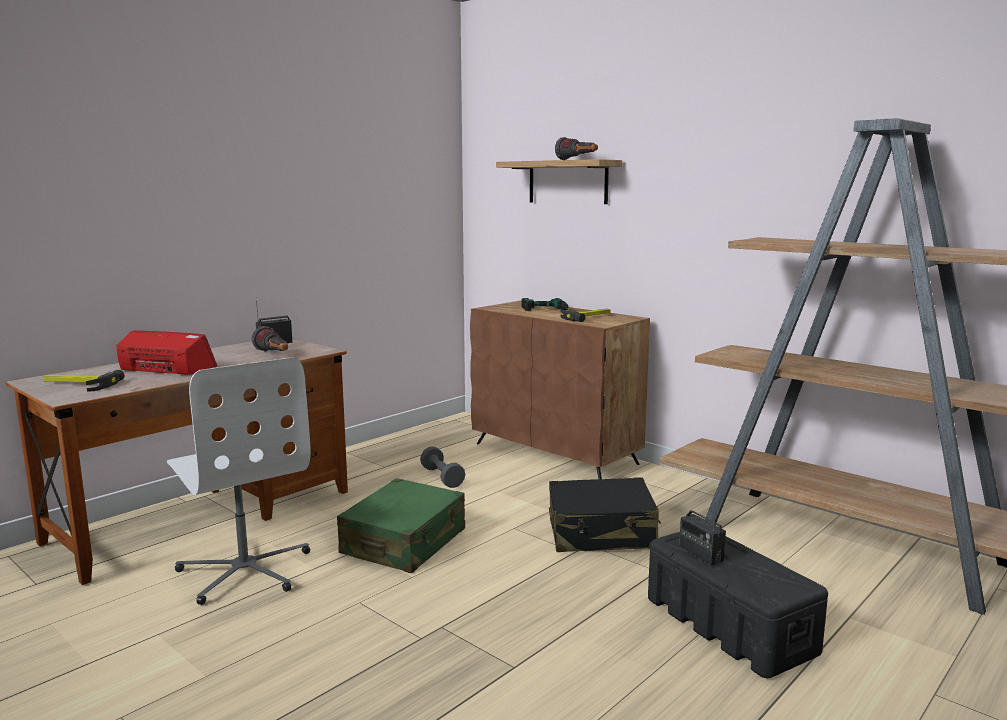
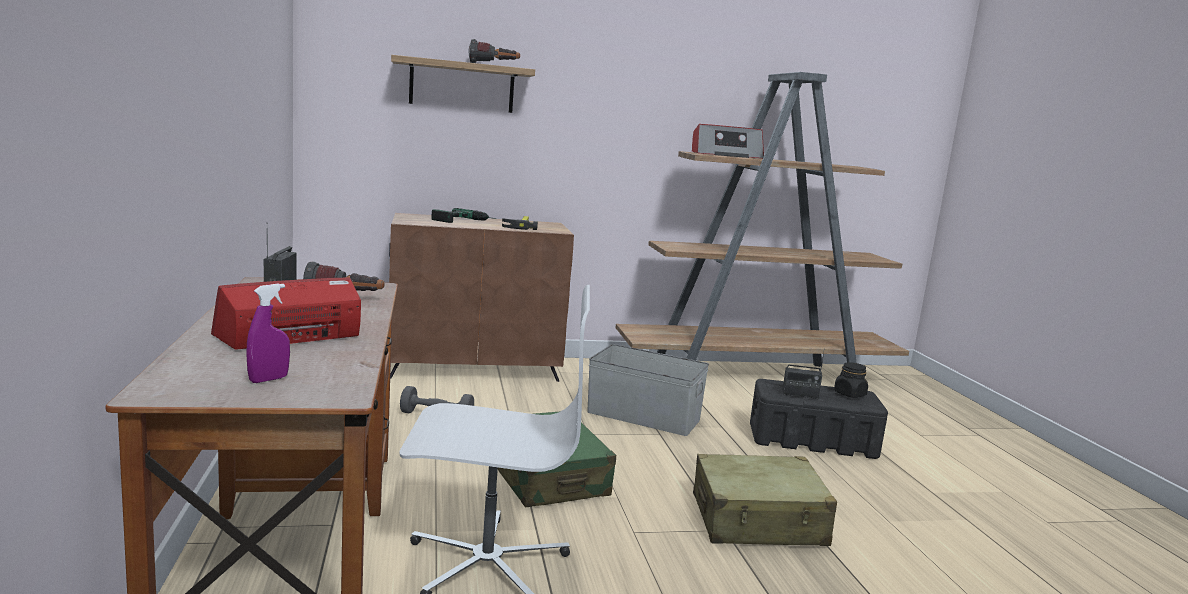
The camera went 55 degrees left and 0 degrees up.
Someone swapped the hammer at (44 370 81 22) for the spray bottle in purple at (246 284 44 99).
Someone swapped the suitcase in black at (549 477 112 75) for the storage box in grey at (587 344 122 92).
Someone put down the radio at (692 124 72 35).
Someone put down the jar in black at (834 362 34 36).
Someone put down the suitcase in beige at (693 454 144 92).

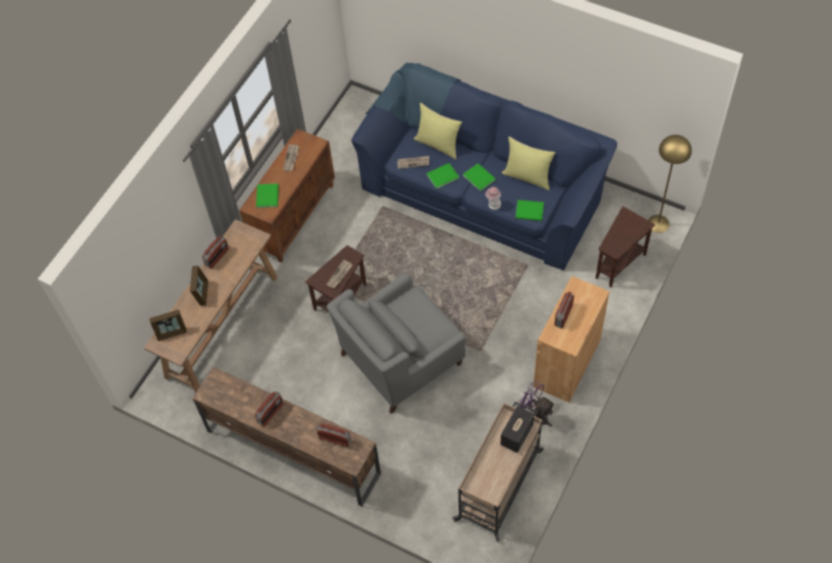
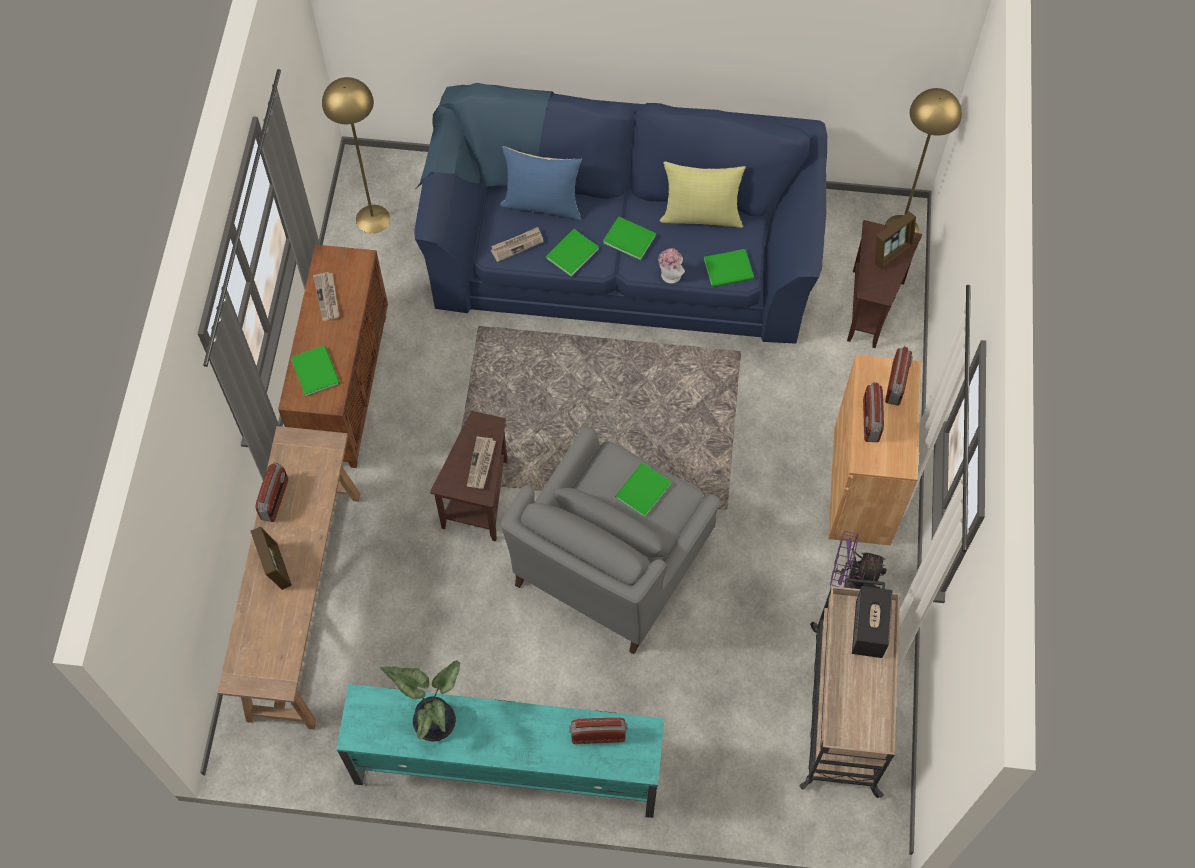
The camera went 25 degrees left and 5 degrees up.
Someone repainted the pillow in yellow at (414 103 48 56), which became the pillow in blue at (500 146 82 74).
Someone carried the picture frame from (150 310 37 31) to (875 212 41 57).
Someone repainted the tv stand in brown at (192 366 189 141), which became the tv stand in turquoise at (336 684 328 134).
Someone carried the radio from (255 391 28 35) to (885 346 28 60).
Someone put down the floor lamp in yellow at (322 77 68 156).
Someone put down the book in green at (615 463 56 54).
Someone put down the potted plant at (380 660 81 81).

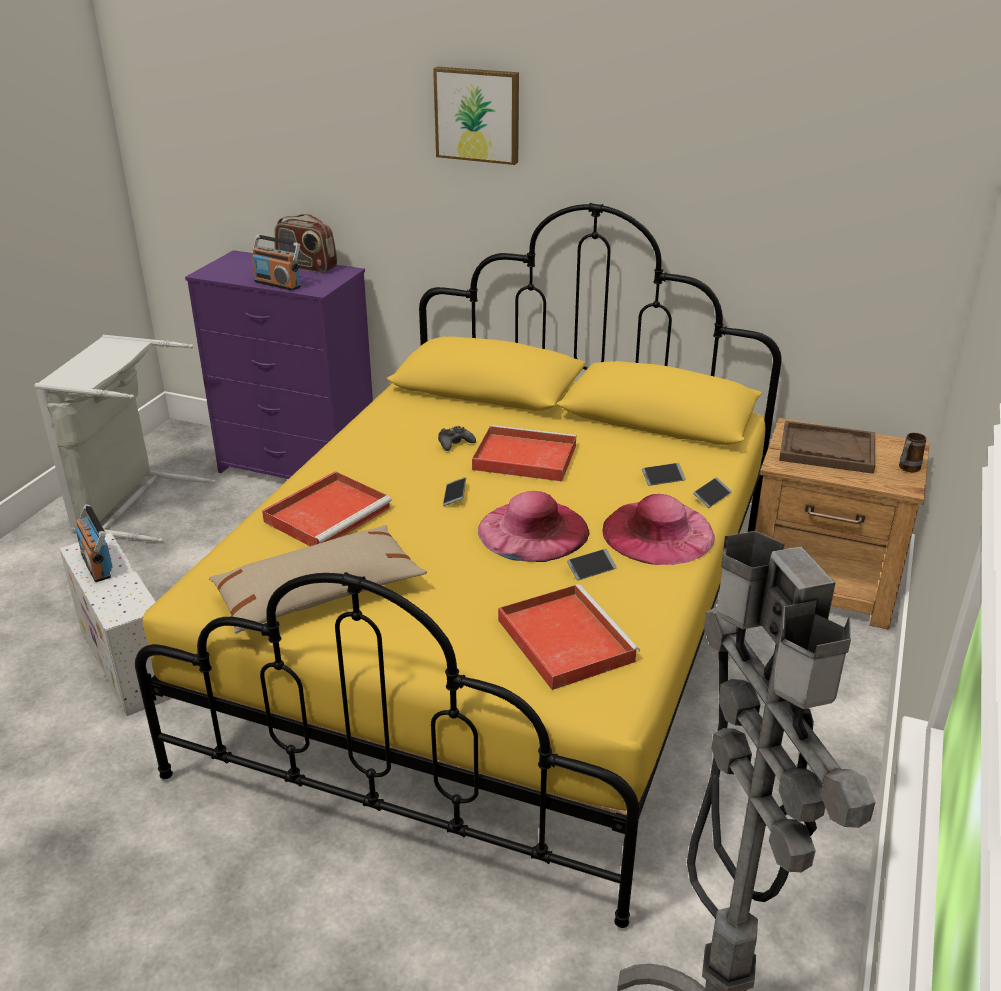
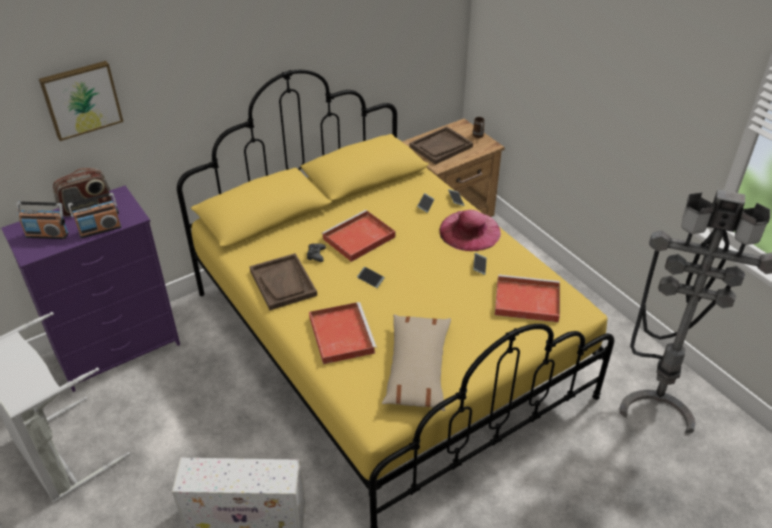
The camera went 55 degrees left and 10 degrees up.
Someone carried the picture from (433 67 86 98) to (39 61 84 80).
Someone took away the hat in pink at (478 491 112 71).
Someone carried the radio from (75 504 38 78) to (17 202 52 37).
Someone put down the tray in brown at (250 253 67 57).

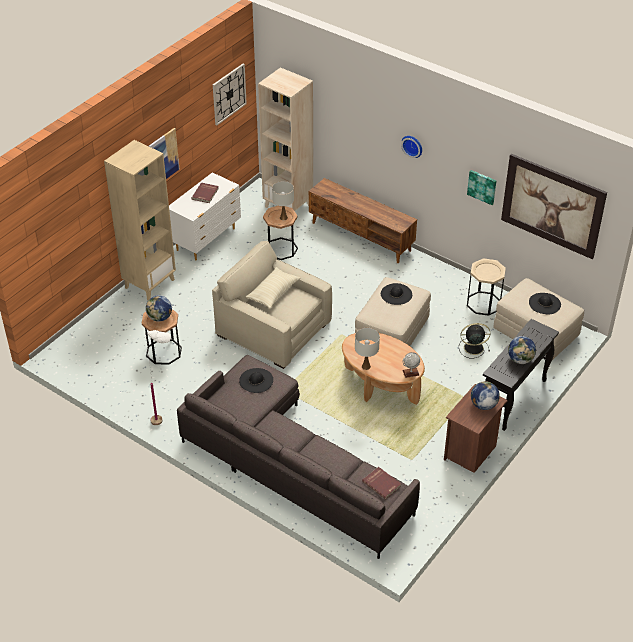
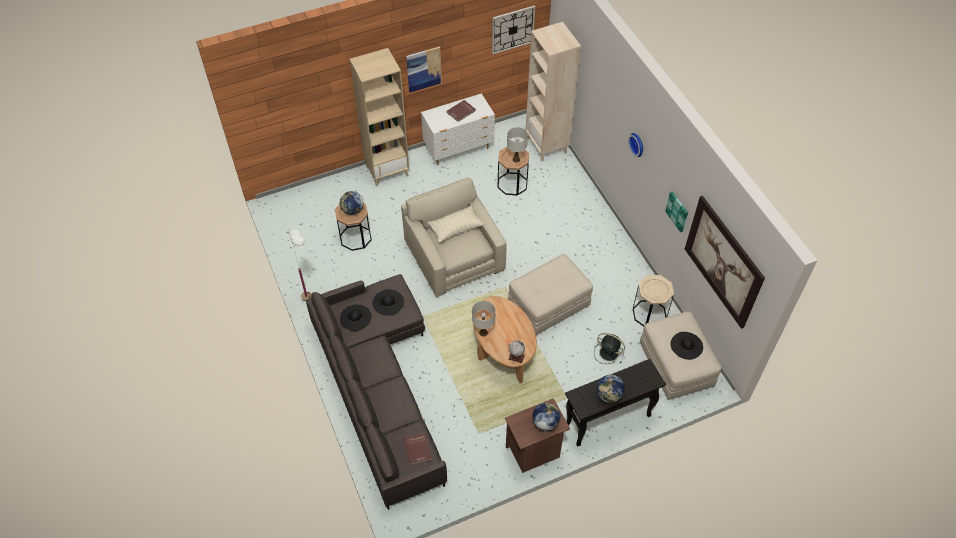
The camera went 30 degrees right and 10 degrees up.
Someone took away the tv stand in brown at (309 178 108 85).
Someone carried the hat in black from (381 283 31 22) to (340 304 32 27).

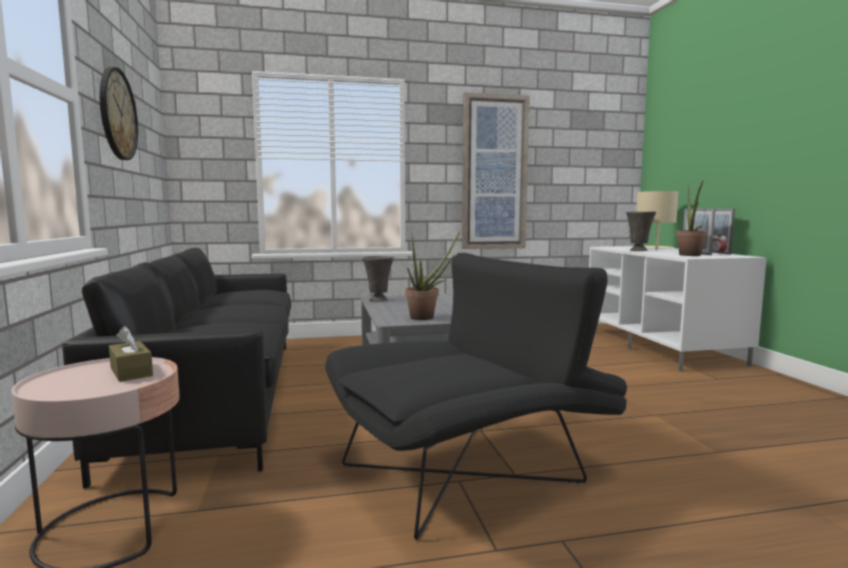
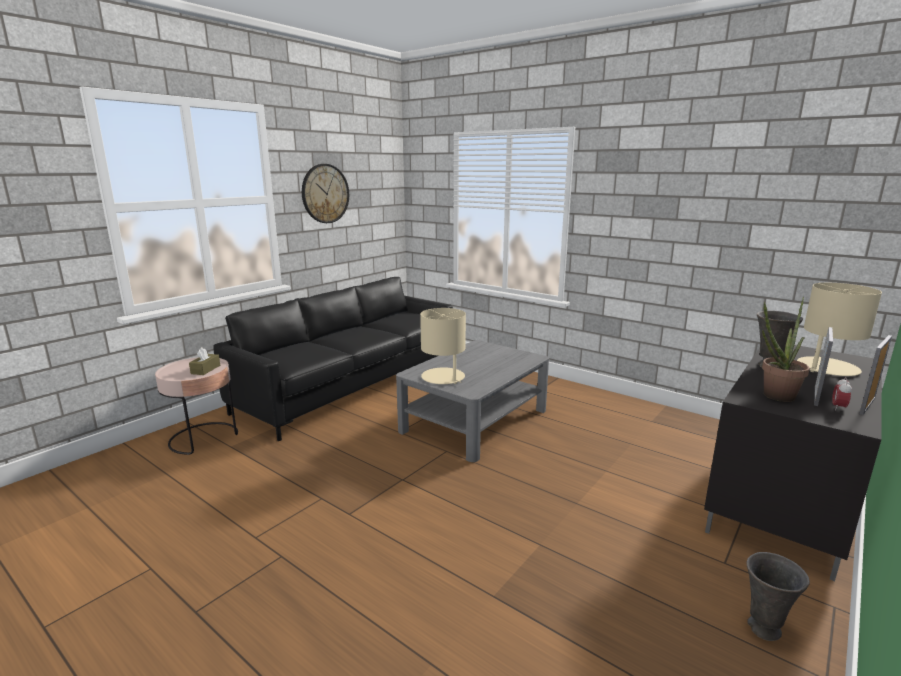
The camera went 50 degrees right and 10 degrees up.
Someone took away the picture at (462 92 68 157).
Someone swapped the potted plant at (405 230 55 90) for the table lamp in beige at (420 308 46 76).
Someone repainted the tv stand in white at (589 246 178 126), which became the tv stand in black at (704 345 178 236).
Someone took away the armchair in black at (325 253 302 287).
Someone carried the vase in grey from (362 256 32 46) to (746 552 64 89).

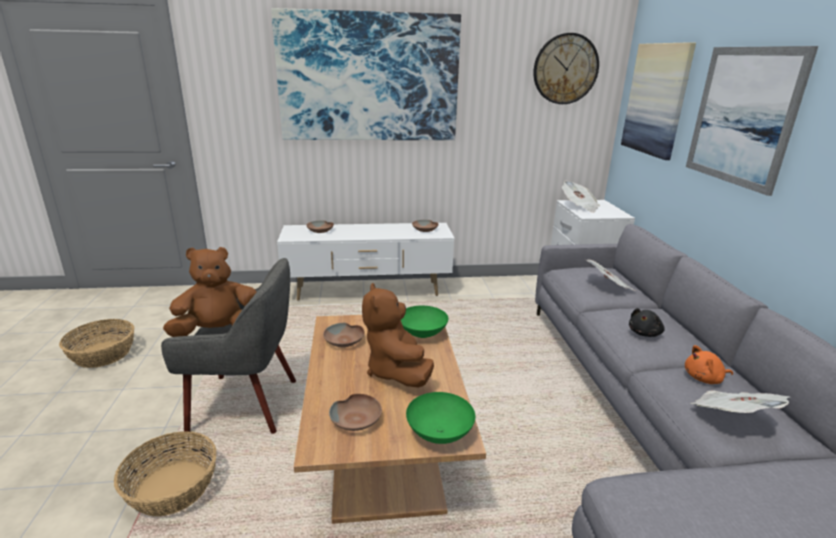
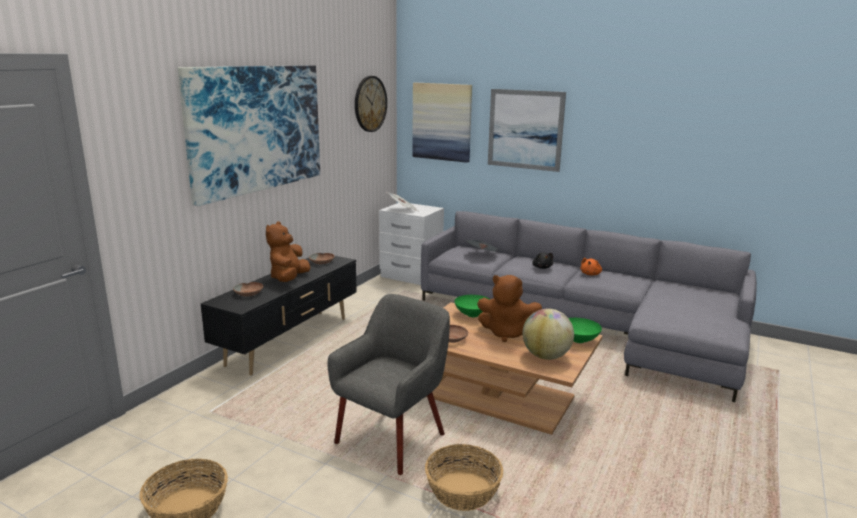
The camera went 55 degrees left and 5 degrees down.
Someone repainted the tv stand in white at (277 223 178 78), which became the tv stand in black at (201 253 156 123).
Someone carried the plush toy in brown from (163 247 93 90) to (266 222 44 60).
Someone took away the newspaper at (690 390 100 23).
Someone swapped the bowl in brown at (329 394 53 37) for the globe at (523 309 51 51).

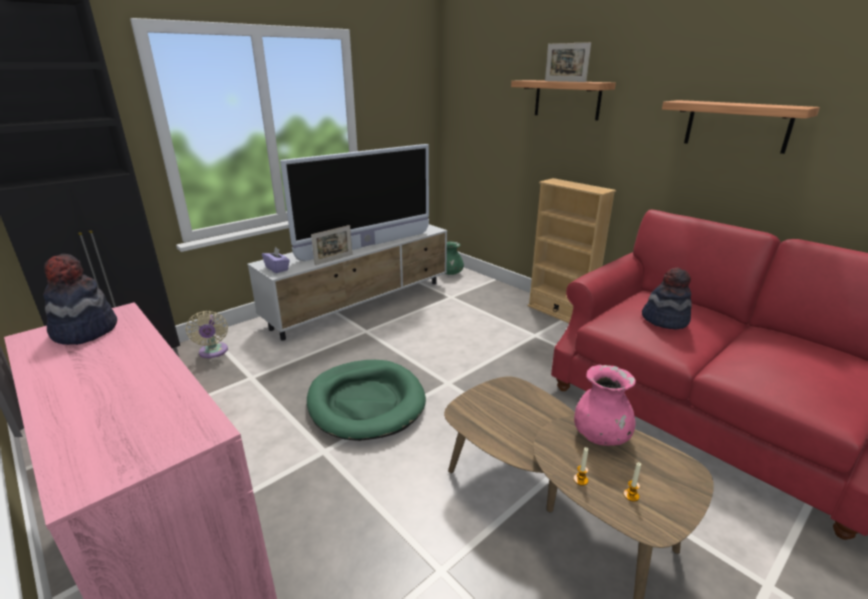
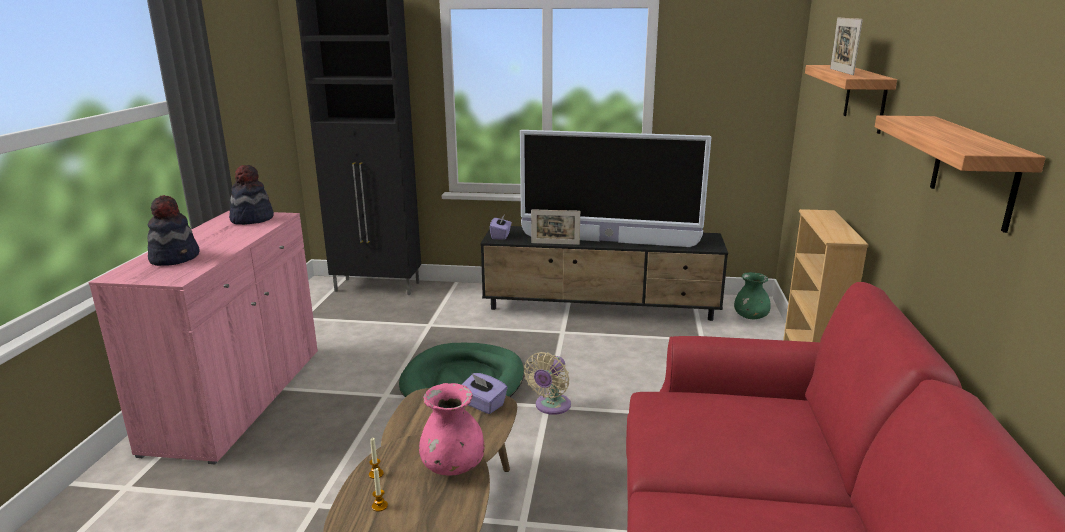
The camera went 50 degrees right and 5 degrees down.
Someone repainted the tv stand in white at (247 224 200 117), which became the tv stand in black at (480 226 248 95).
Someone carried the hat from (642 268 50 62) to (148 195 52 71).
Someone carried the fan in beige from (186 311 42 47) to (524 352 47 63).
Someone put down the tissue box in purple at (461 373 47 41).

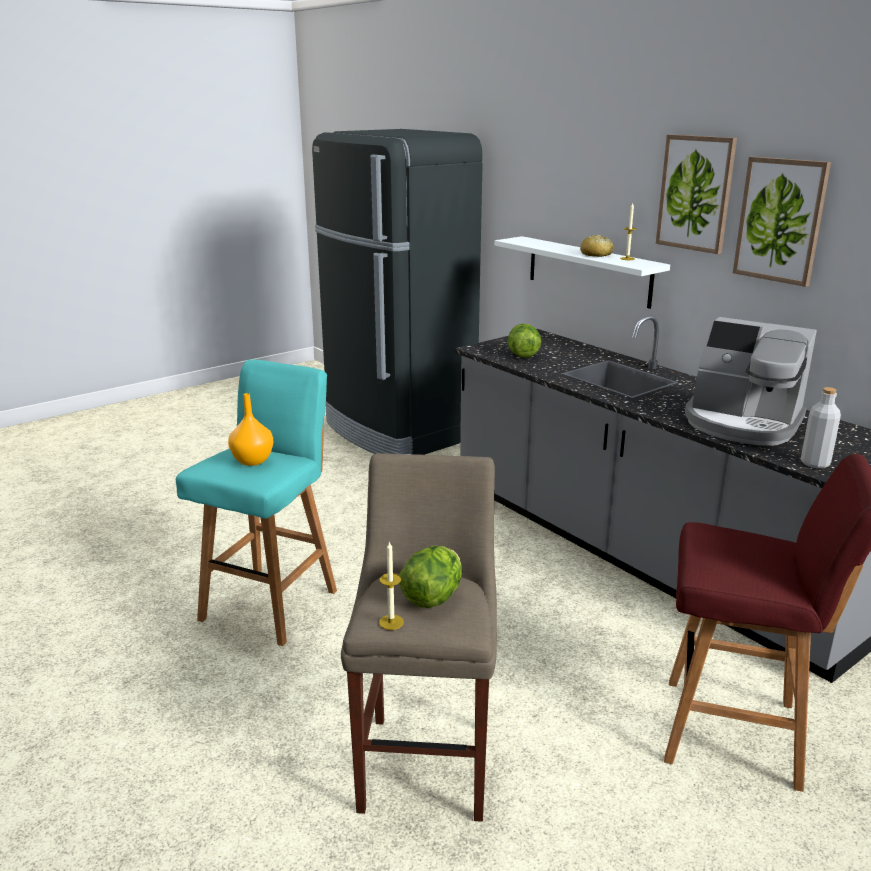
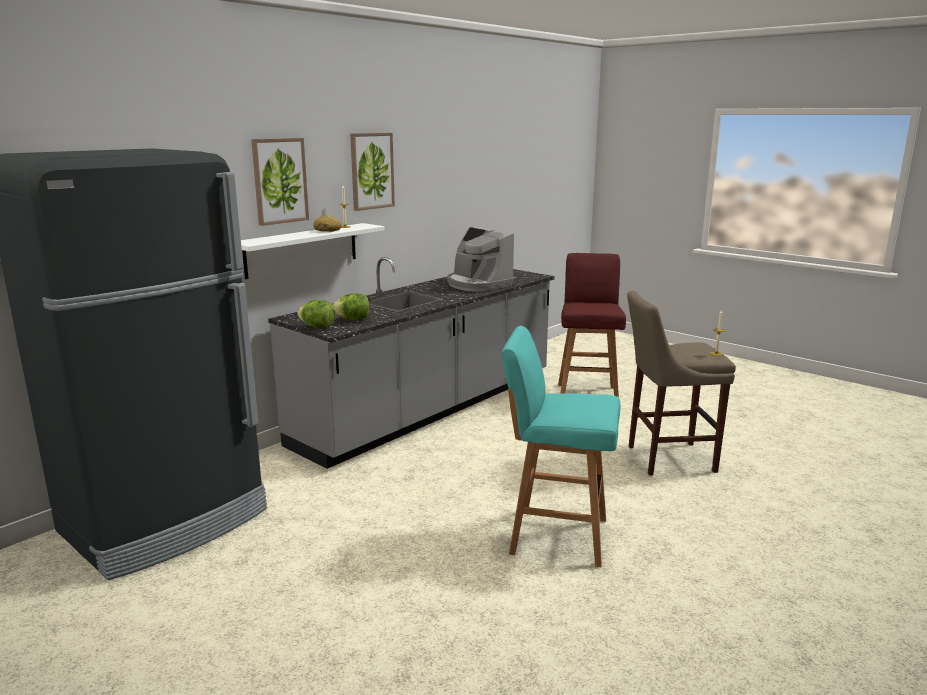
The camera went 100 degrees left and 5 degrees down.
Someone carried the picture from (733 157 98 130) to (251 138 58 88).
Someone rotated the coffee machine at (685 317 132 129) by 120 degrees clockwise.
Someone took away the bottle in grey at (801 387 40 81).
Someone took away the vase in orange at (228 393 45 73).
Someone carried the lettuce from (400 546 62 62) to (297 300 39 28).

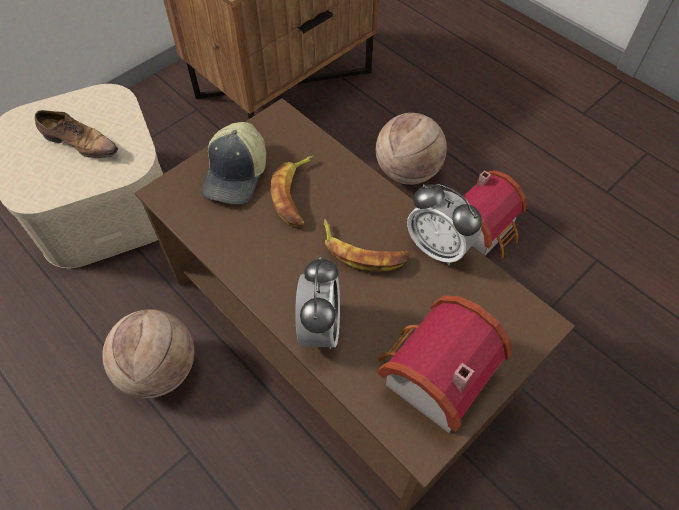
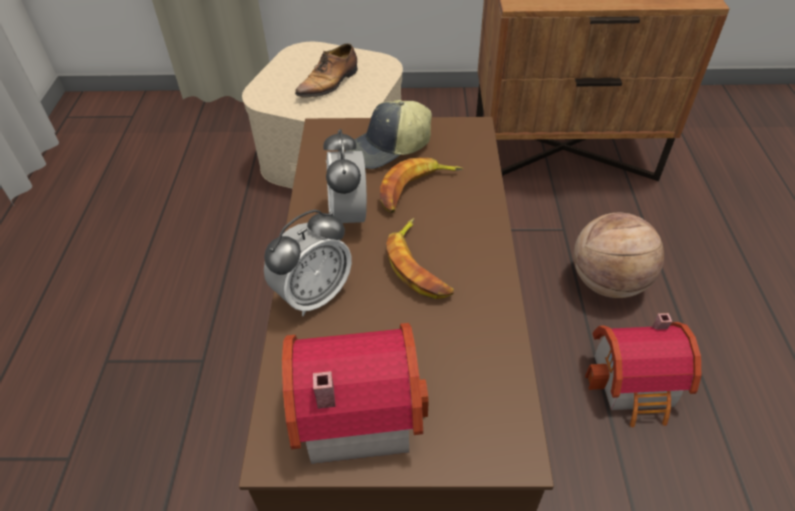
The camera went 45 degrees right and 10 degrees down.
Someone rotated the shoe at (35 110 84 48) by 60 degrees clockwise.
Someone carried the alarm clock from (407 184 75 81) to (323 129 44 94).
Someone took away the basketball at (102 309 92 89).

